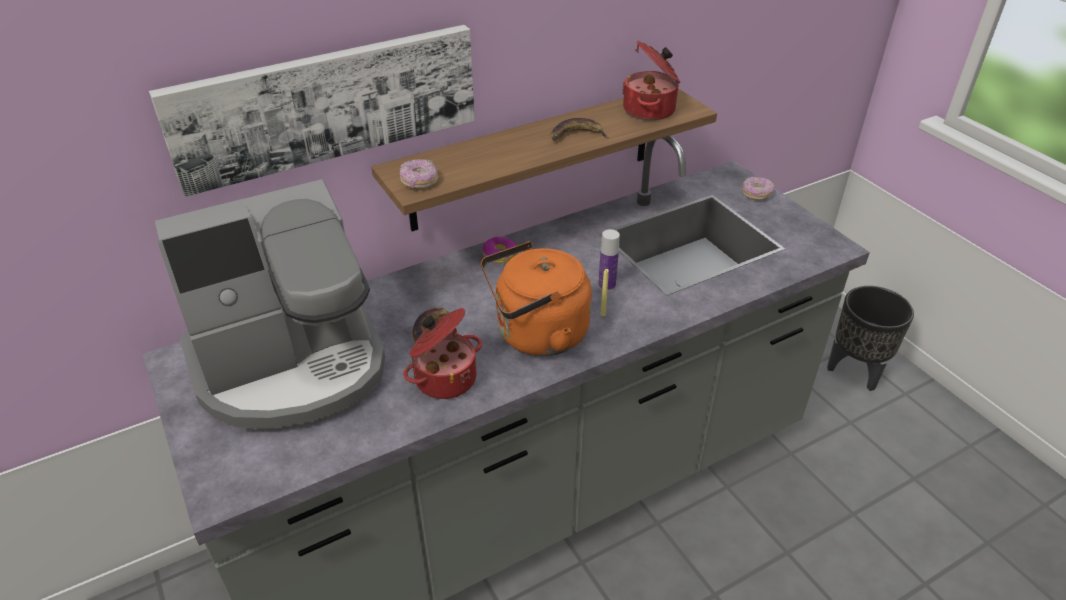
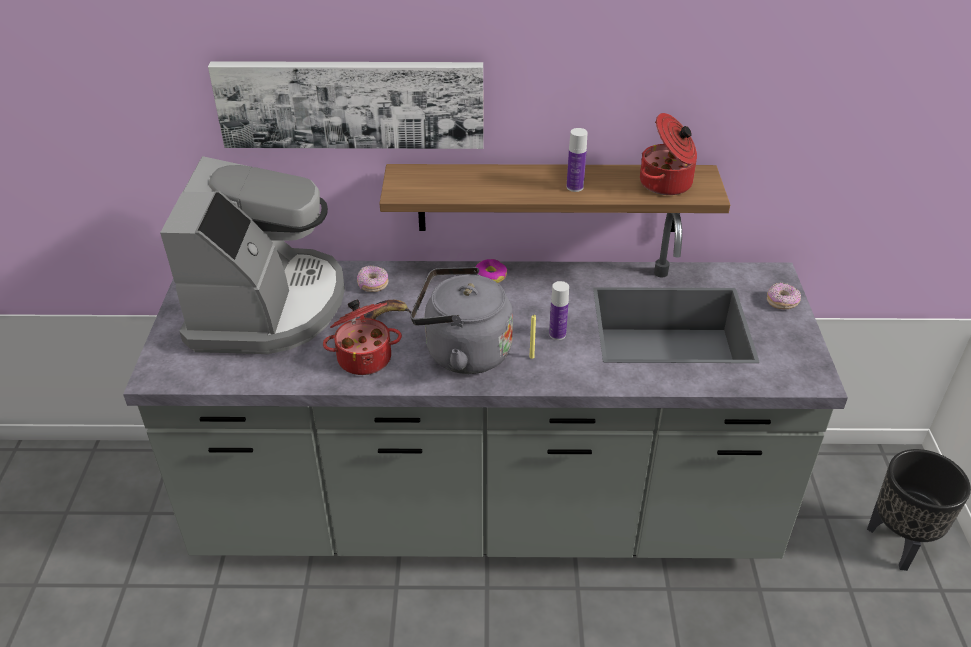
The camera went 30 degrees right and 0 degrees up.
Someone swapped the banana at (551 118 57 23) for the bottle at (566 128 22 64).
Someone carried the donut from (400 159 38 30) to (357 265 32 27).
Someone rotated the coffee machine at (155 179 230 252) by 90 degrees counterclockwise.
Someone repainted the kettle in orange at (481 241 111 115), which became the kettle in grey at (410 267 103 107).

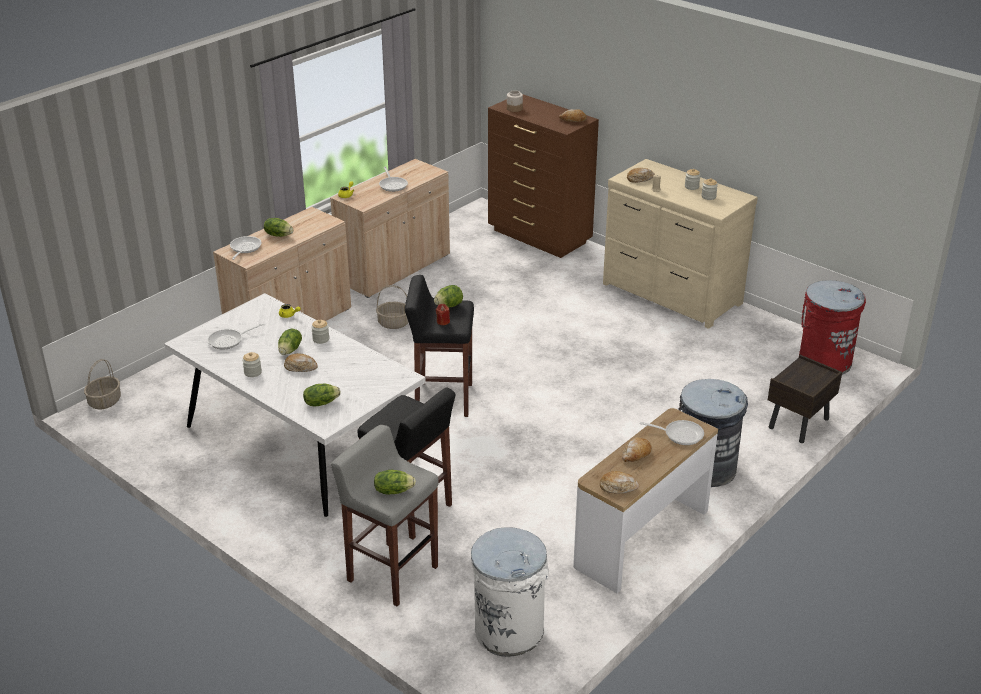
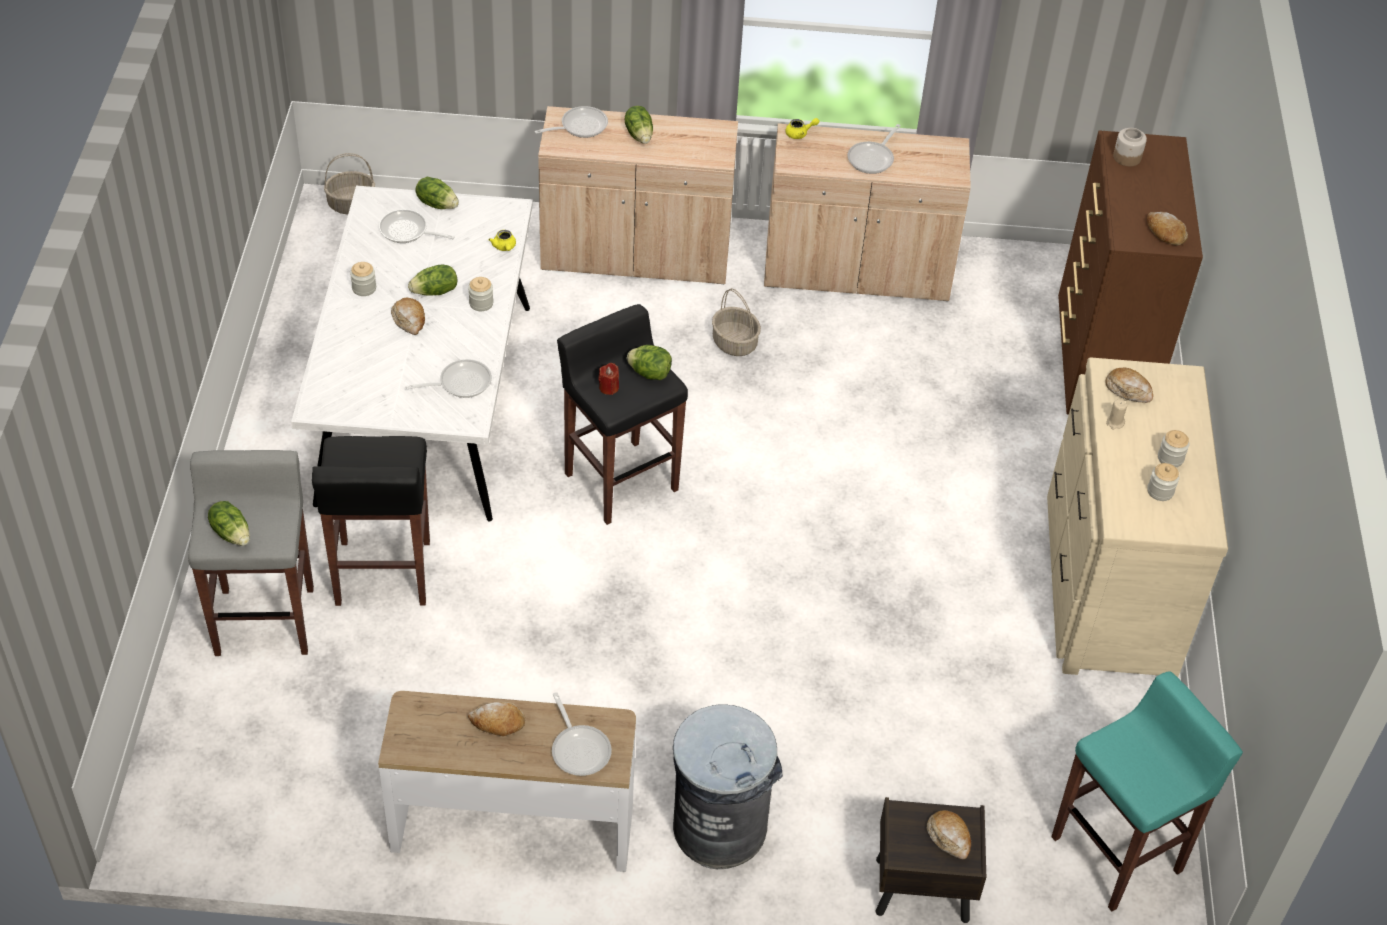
The camera went 50 degrees right and 15 degrees up.
Someone swapped the trash can in red at (799 280 67 95) for the stool in turquoise at (1051 671 192 240).
Someone carried the lettuce from (303 384 38 22) to (415 177 44 32).
Someone carried the bread from (600 471 39 22) to (927 810 44 49).
Someone took away the trash can in white at (471 527 78 130).
Someone put down the frying pan at (406 359 86 39).

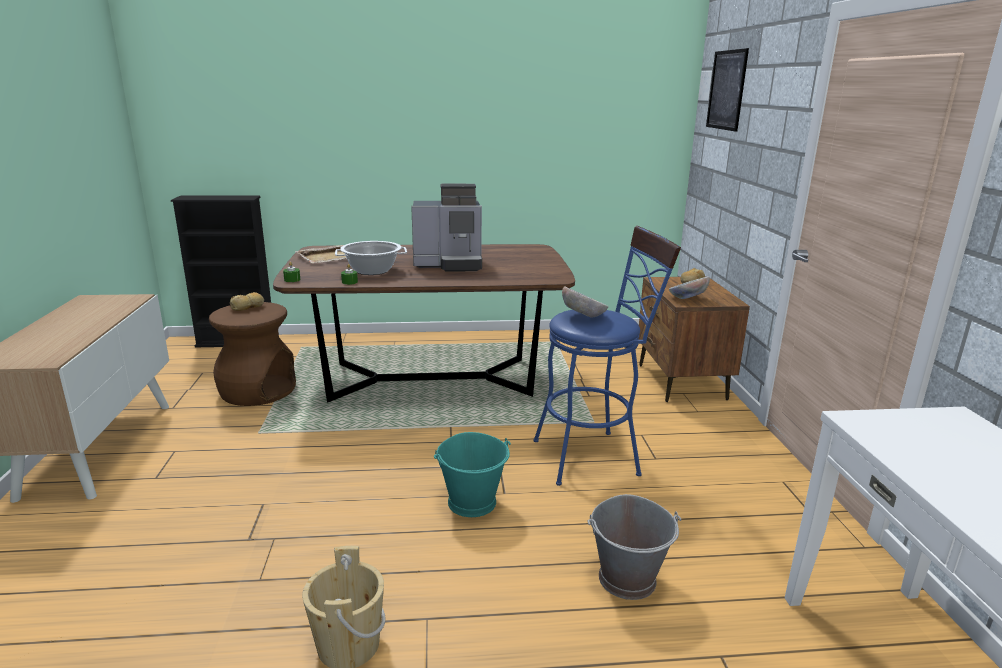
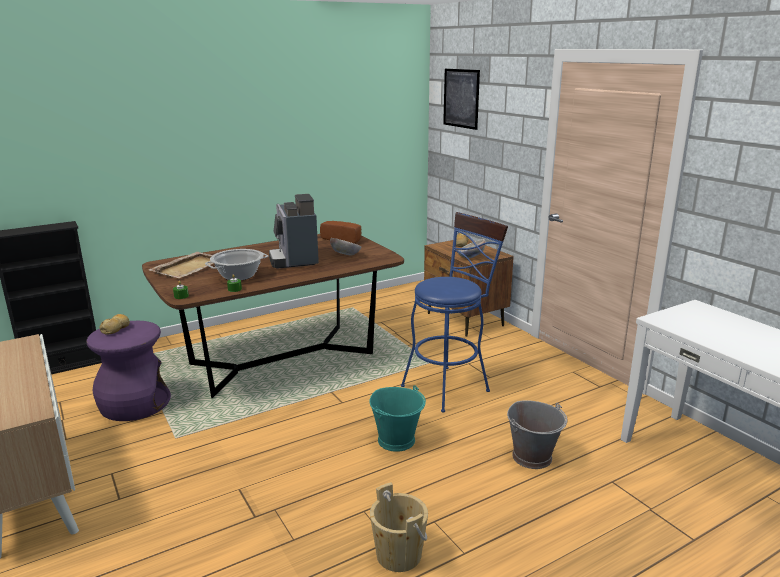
The camera went 25 degrees left and 0 degrees up.
Someone rotated the coffee machine at (411 184 71 88) by 105 degrees clockwise.
Someone carried the bowl from (562 286 46 31) to (330 238 31 17).
Someone repainted the stool in brown at (209 302 87 104), which became the stool in purple at (86 321 85 100).
Someone put down the bread at (320 221 41 22).

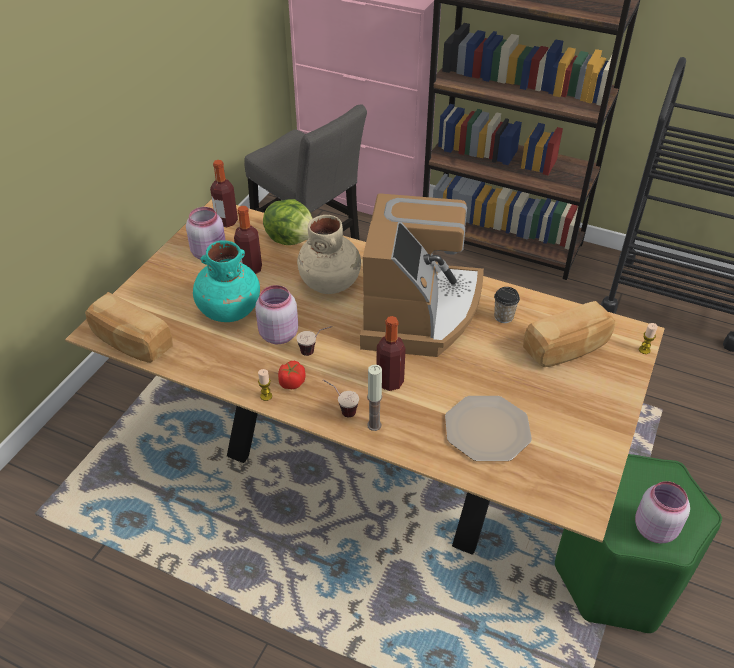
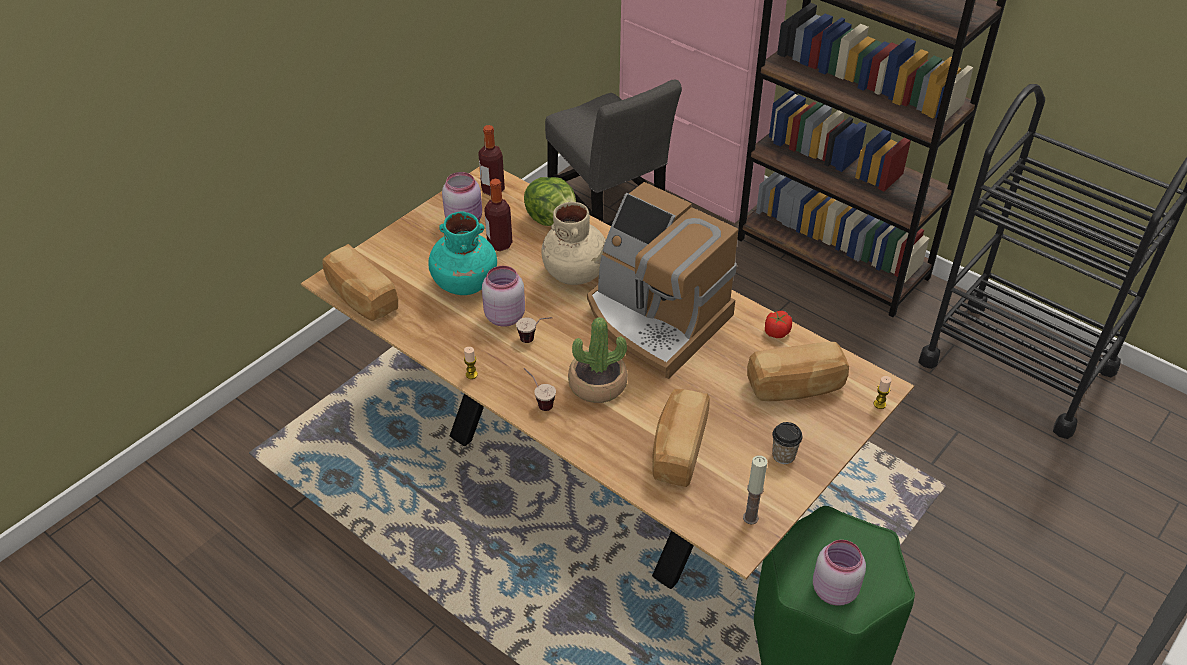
The camera went 15 degrees right and 0 degrees up.
Someone rotated the coffee machine at (360 193 124 164) by 105 degrees clockwise.
Someone carried the cup from (494 287 26 36) to (772 422 31 42).
Someone swapped the bottle at (376 316 30 75) for the potted plant at (568 317 60 86).
Someone carried the tomato from (278 361 28 28) to (765 311 27 27).
Someone carried the candle from (367 364 15 67) to (743 455 24 69).
Someone swapped the plate at (445 396 87 65) for the bread at (652 389 58 98).

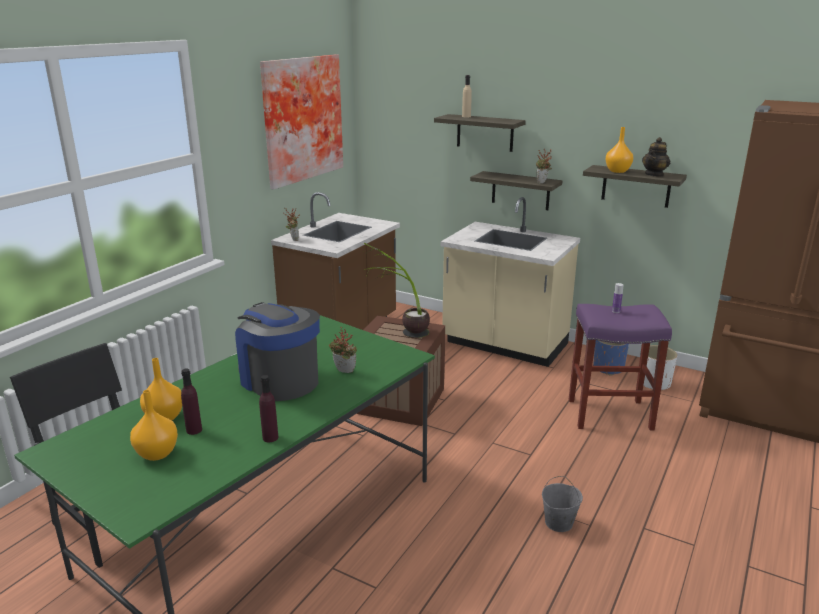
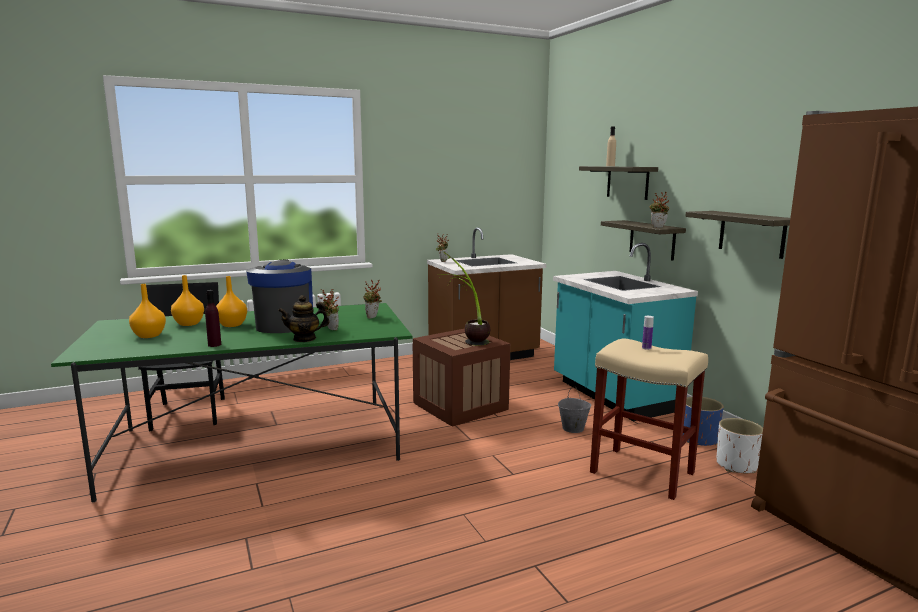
The camera went 35 degrees right and 10 degrees down.
Someone took away the picture at (260 54 83 136).
Someone carried the vase in orange from (606 127 27 46) to (216 276 31 51).
Someone carried the teapot from (642 137 28 40) to (278 295 51 47).
Someone repainted the counter in beige at (441 197 139 170), which became the counter in turquoise at (553 243 145 179).
Someone repainted the stool in purple at (569 304 103 126), which became the stool in beige at (590 338 118 162).
Someone took away the bottle in purple at (181 368 21 67).
Someone carried the bucket in grey from (542 476 41 56) to (558 386 33 47).
Someone put down the potted plant at (364 280 18 39).

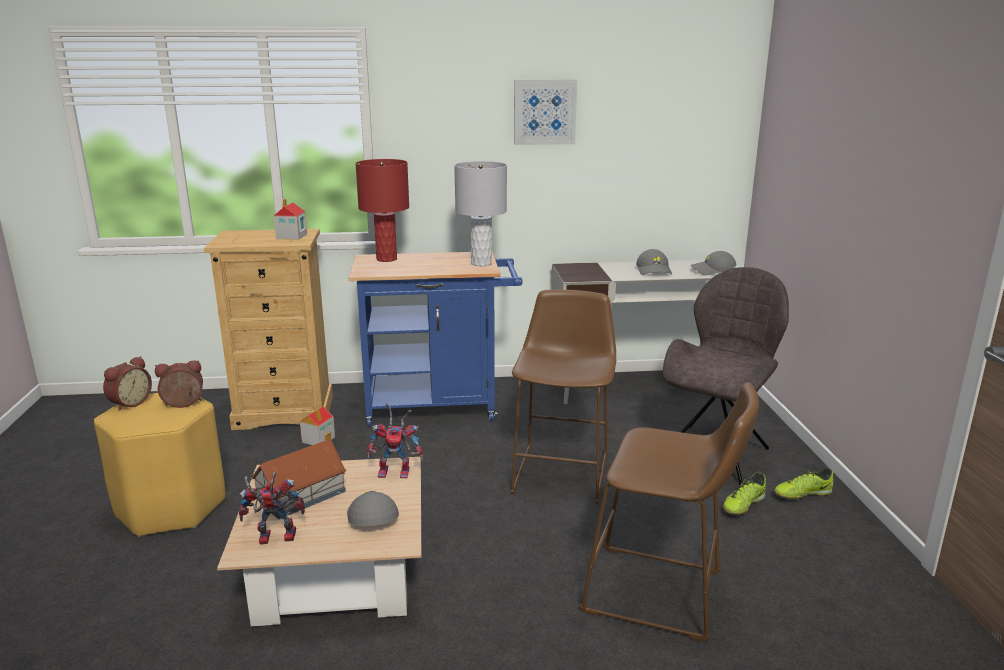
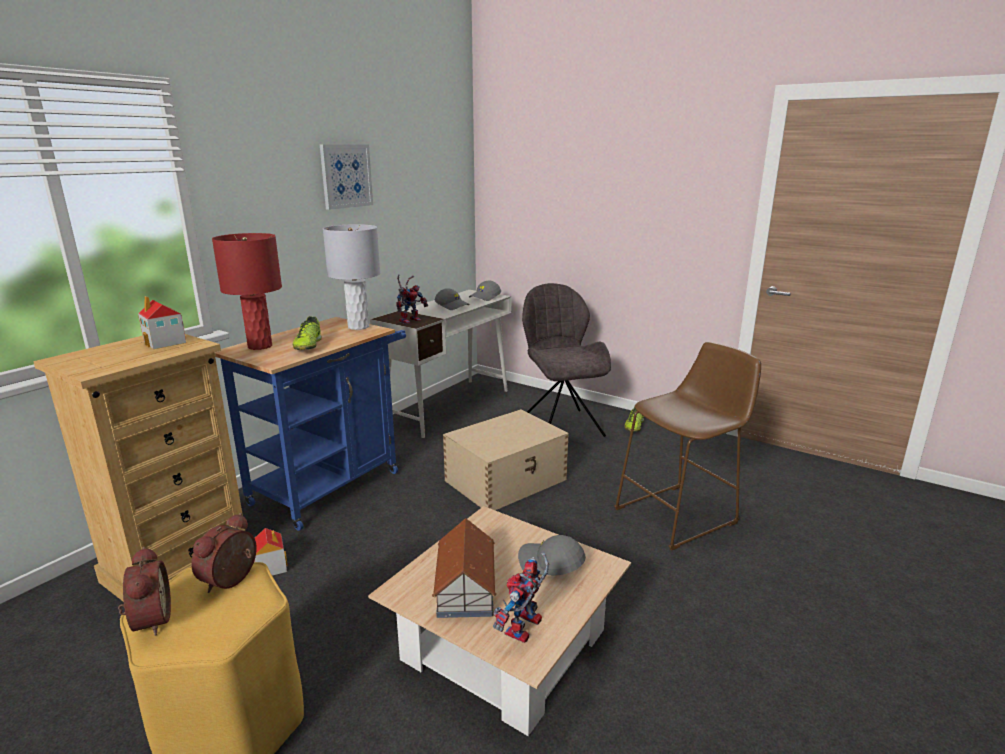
The camera went 50 degrees left and 0 degrees up.
Someone swapped the stool in brown at (511 290 105 215) for the storage box in beige at (443 409 126 101).
Someone carried the toy robot from (367 403 56 75) to (396 274 32 50).
Someone carried the shoe from (723 472 43 43) to (293 316 29 34).

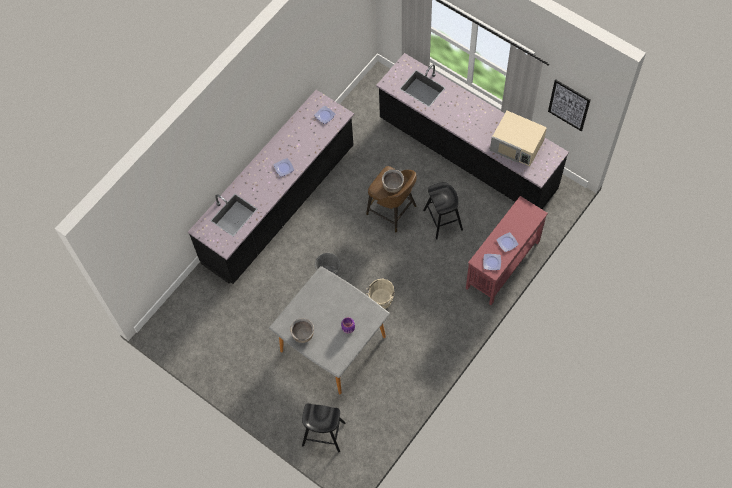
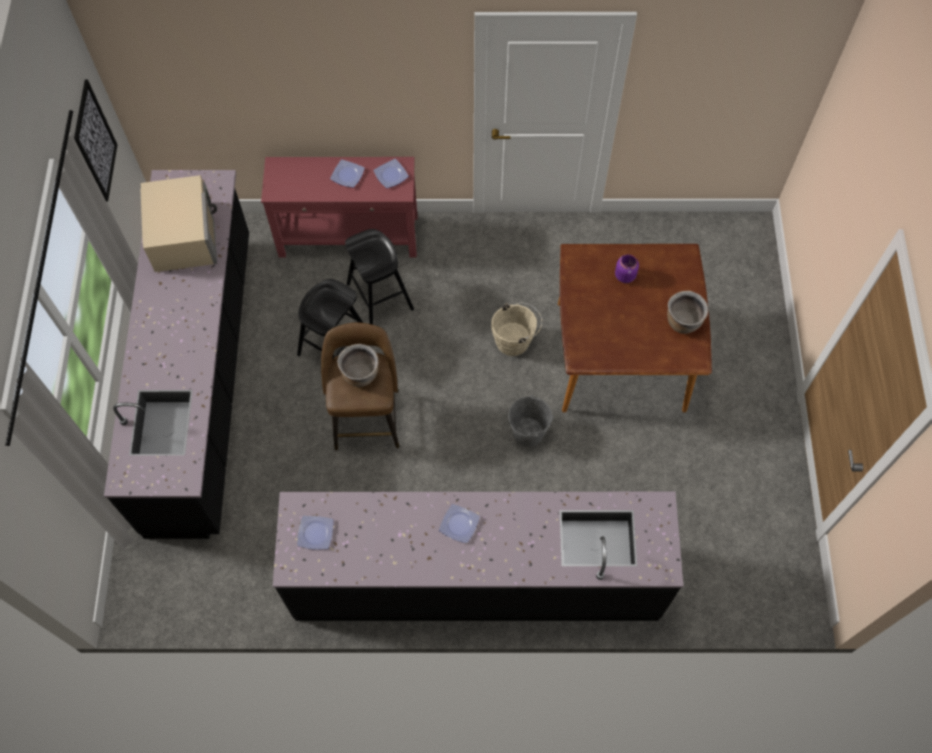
The camera went 130 degrees left and 0 degrees up.
Someone repainted the dining table in grey at (269 266 121 128), which became the dining table in brown at (558 244 154 169).
Someone carried the stool in black from (302 403 43 49) to (345 229 69 96).

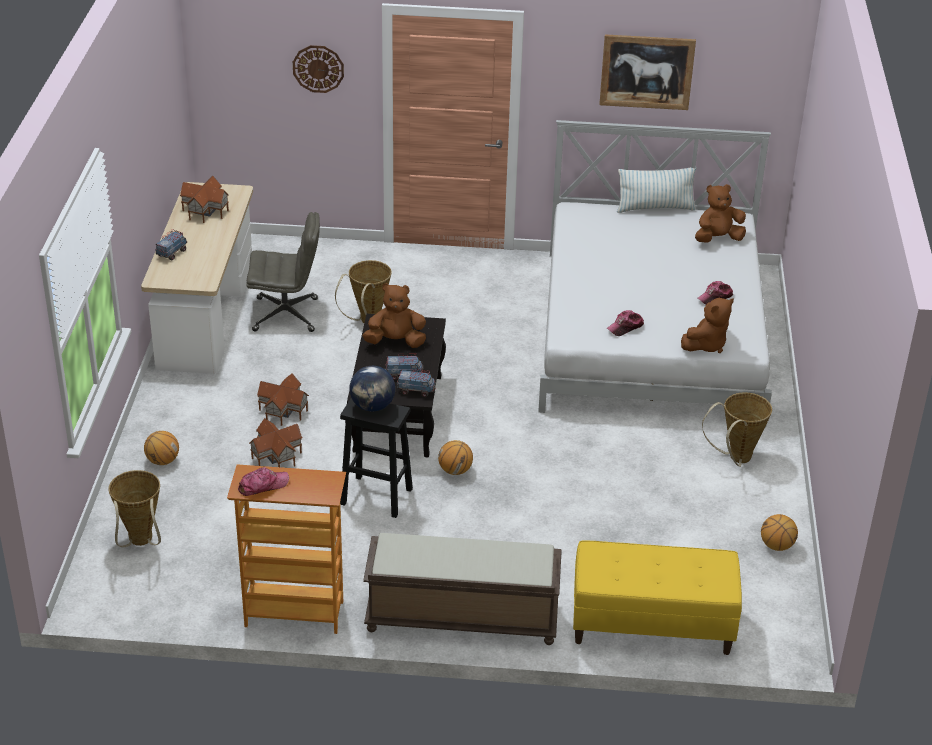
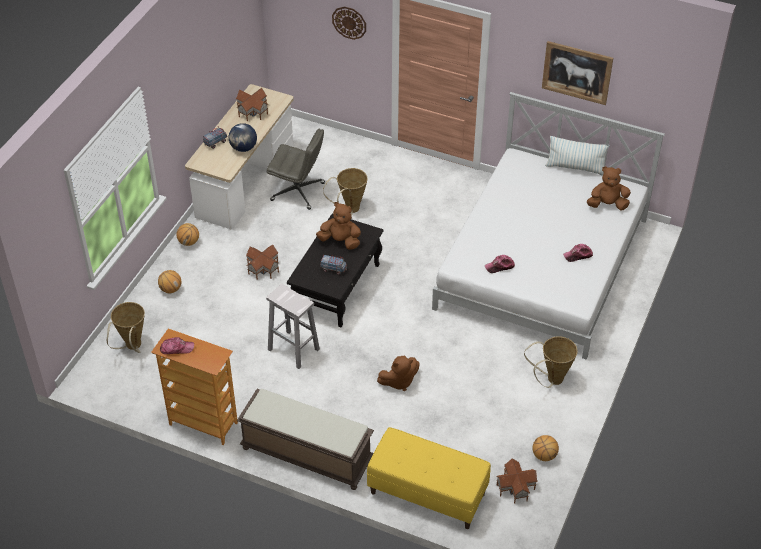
The camera went 20 degrees right and 10 degrees up.
Someone carried the plush toy in brown from (681 298 53 55) to (377 356 43 35).
Someone carried the globe from (349 366 46 46) to (229 123 28 29).
Someone took away the toy truck at (397 369 39 28).
Someone repainted the stool in black at (340 398 73 120), which became the stool in white at (266 284 54 85).
Someone carried the toy house from (249 418 54 49) to (496 458 41 46).
Someone carried the basketball from (438 440 35 35) to (176 223 23 23).

